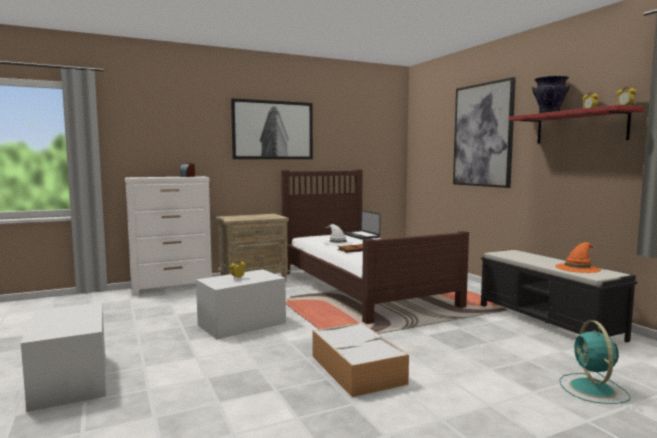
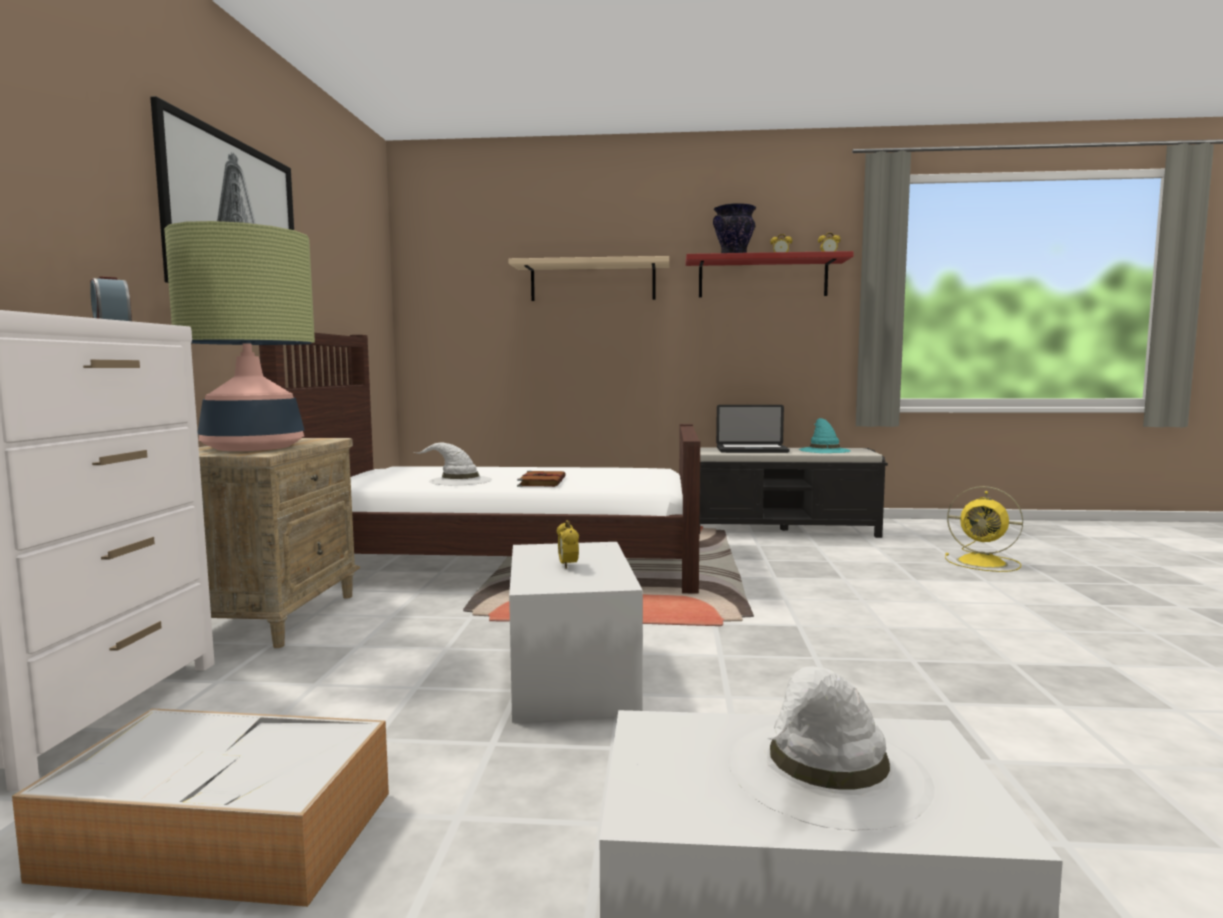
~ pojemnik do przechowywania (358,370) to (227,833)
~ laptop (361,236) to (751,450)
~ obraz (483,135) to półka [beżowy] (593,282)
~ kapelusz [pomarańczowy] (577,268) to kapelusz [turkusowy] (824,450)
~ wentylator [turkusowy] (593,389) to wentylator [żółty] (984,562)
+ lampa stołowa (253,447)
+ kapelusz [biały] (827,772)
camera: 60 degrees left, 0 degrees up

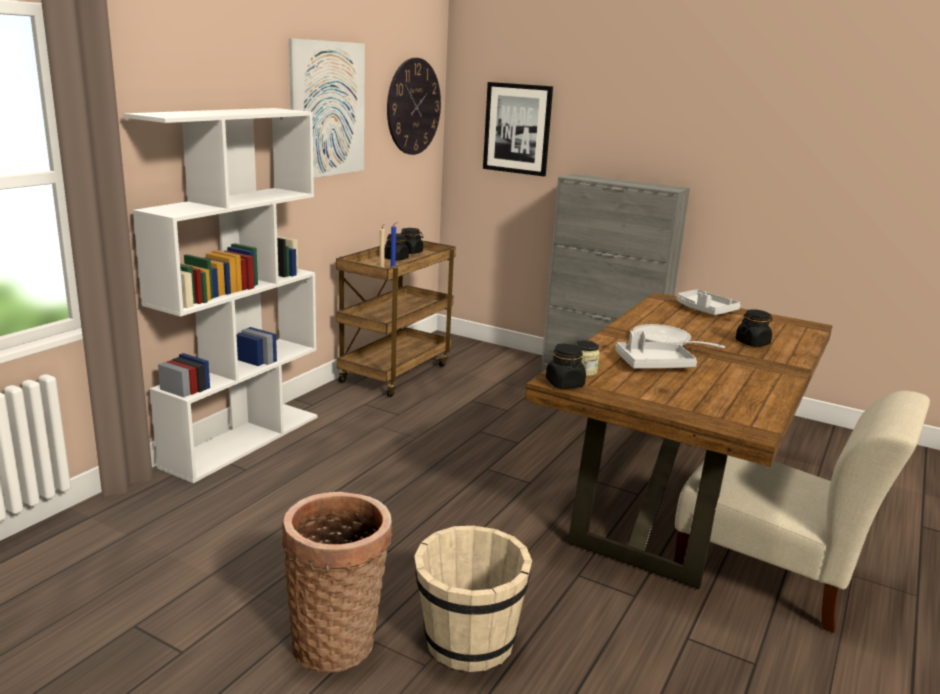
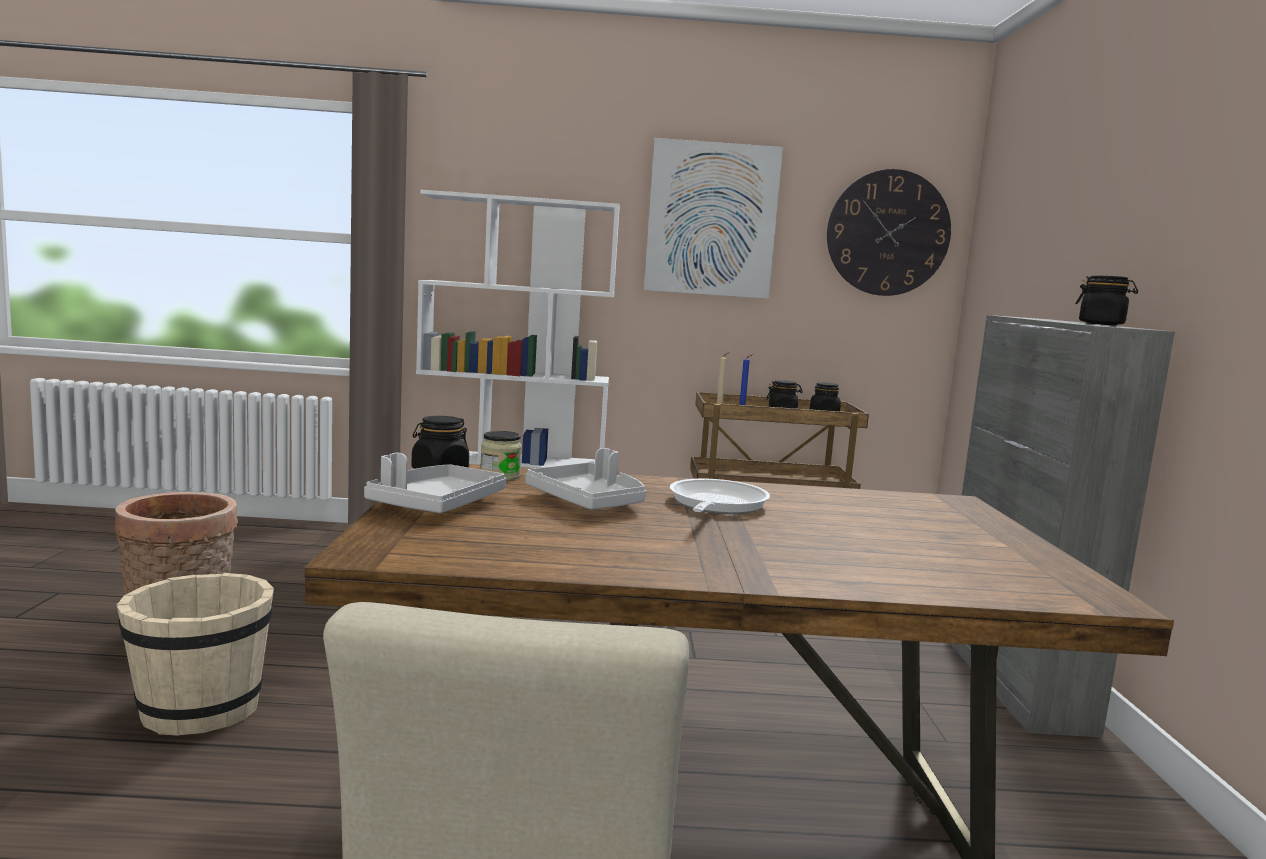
- obraz (517,128)
~ taca [szary] (704,310) to (436,505)
~ słoik [czarny] (752,343) to (1102,324)
camera: 60 degrees right, 10 degrees down

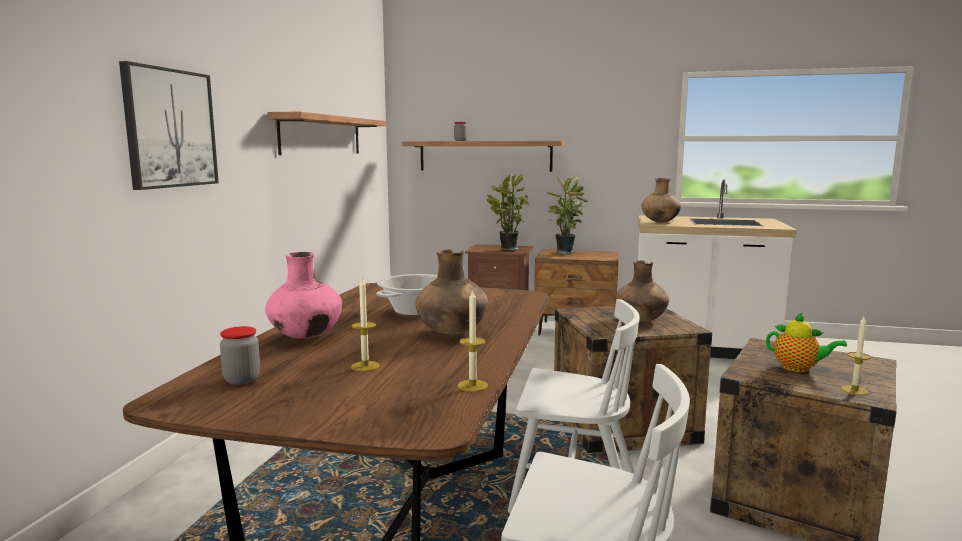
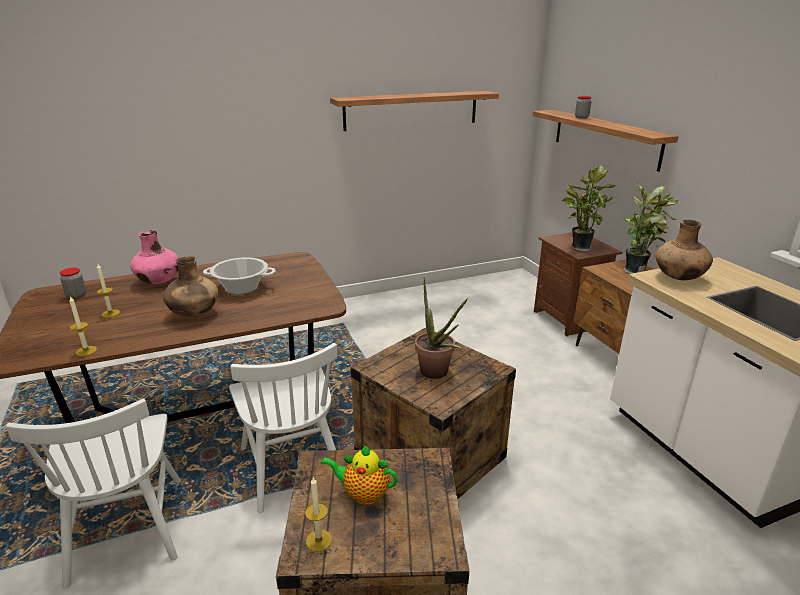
- obraz (170,128)
~ wazon [brązowy] (641,320) to roślina doniczkowa (437,374)
~ imbryk (798,368) = (363,494) 105 degrees clockwise
camera: 55 degrees right, 15 degrees up

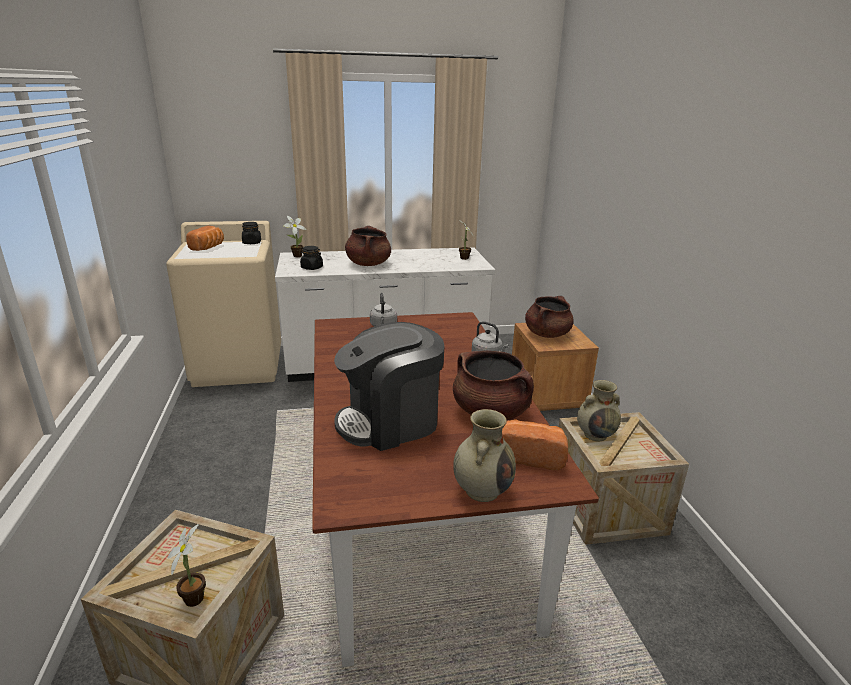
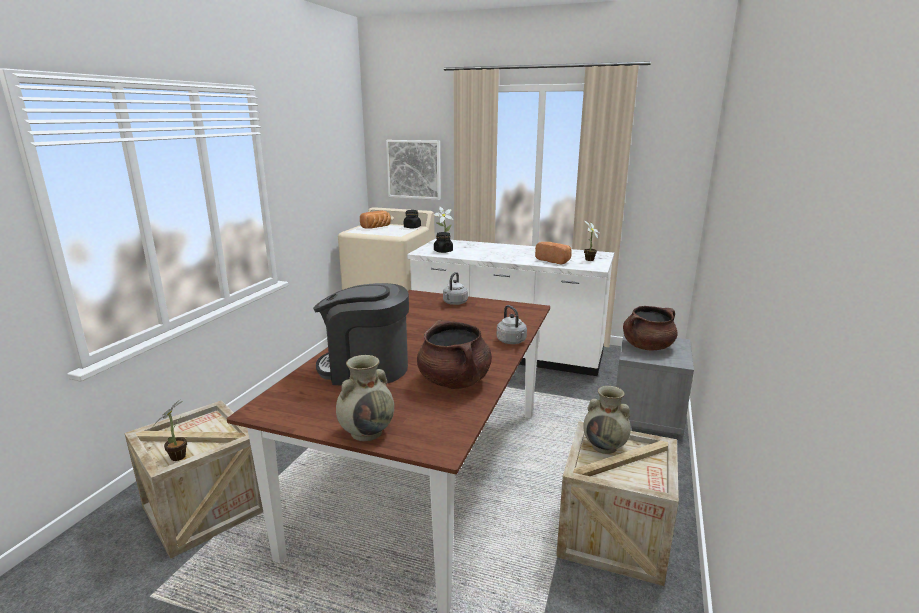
- garnek [brązowy] (368,264)
~ chleb (530,456) to (554,260)
~ szafka nocna [brązowy] (547,395) to szafka nocna [szary] (647,414)
+ obraz (414,169)
camera: 30 degrees right, 5 degrees down

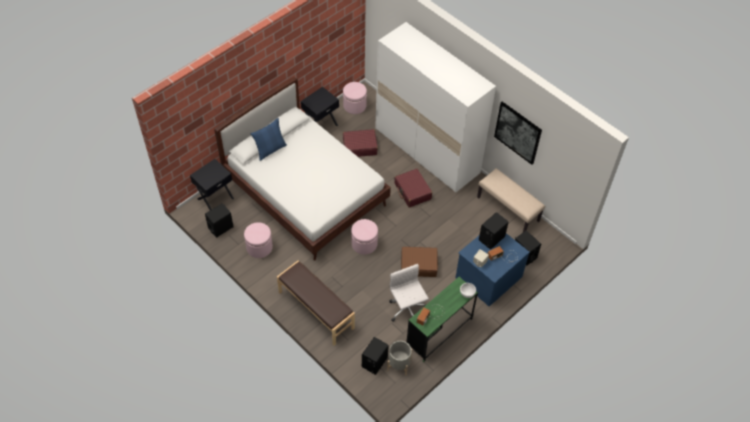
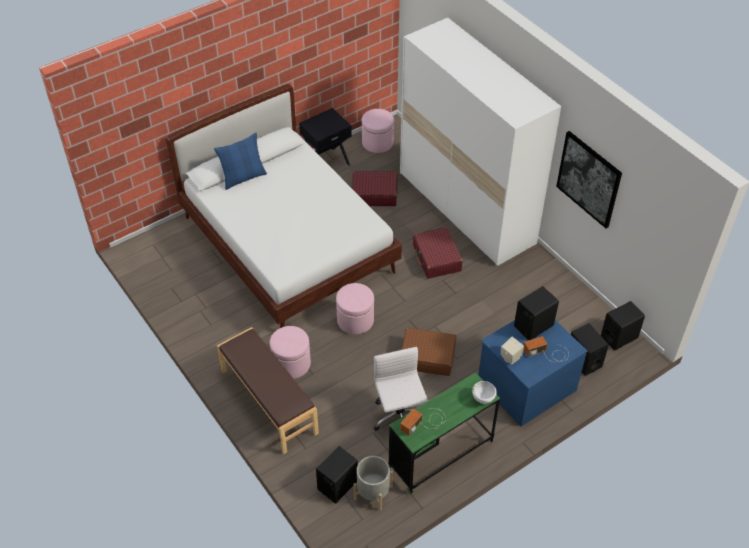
- szafka nocna [czarny] (215,198)
~ głośnik [czarny] (221,227) to (619,337)
~ pufa [różowy] (259,247) to (291,364)
- ławka [beżowy] (508,209)
camera: 10 degrees right, 5 degrees down

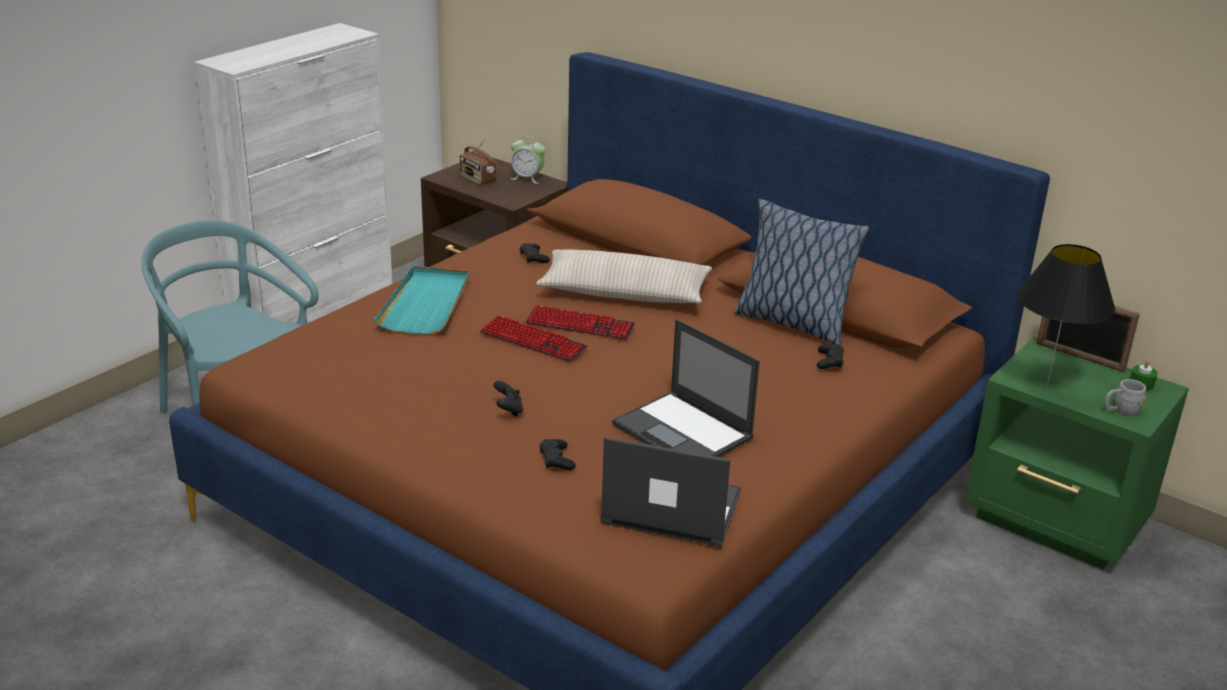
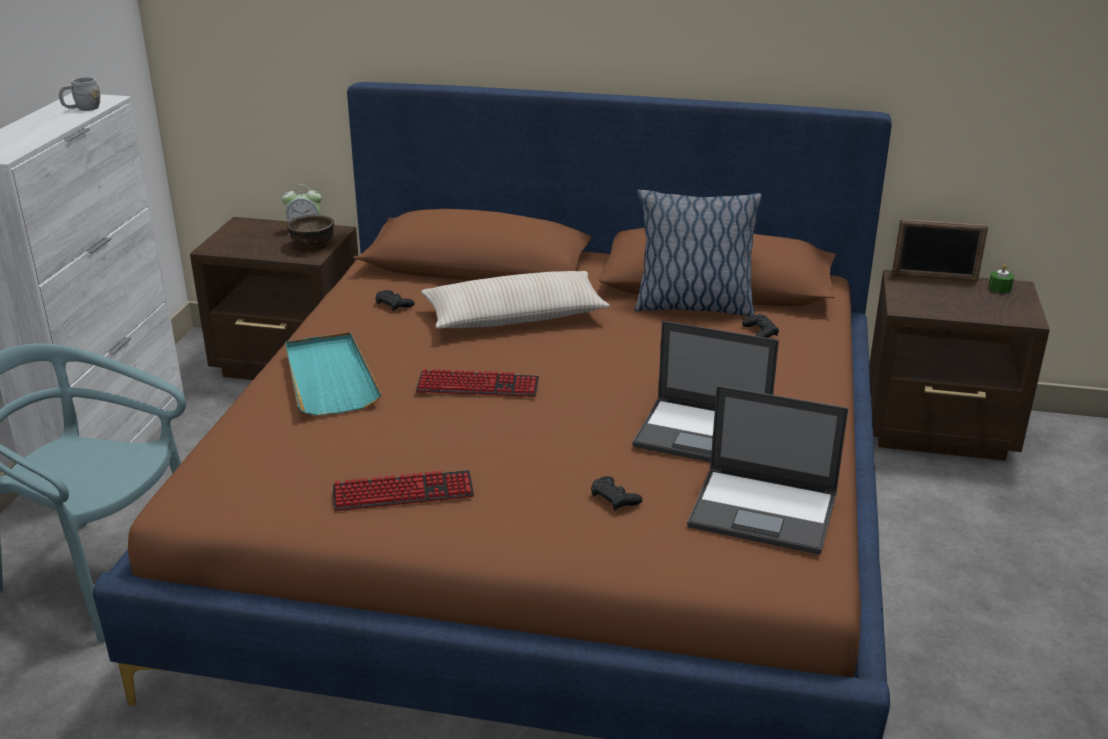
- radio (477,179)
- pad do gier [czarny] (508,410)
~ klawiatura (580,325) to (403,493)
~ laptop (669,507) = (765,510) 150 degrees counterclockwise
~ szafka nocna [zielony] (1057,522) to szafka nocna [brązowy] (940,432)
- lampa stołowa [czarny] (1047,386)
~ kubek [szary] (1121,411) to (82,109)
+ miska [brązowy] (313,245)
camera: 25 degrees left, 0 degrees up

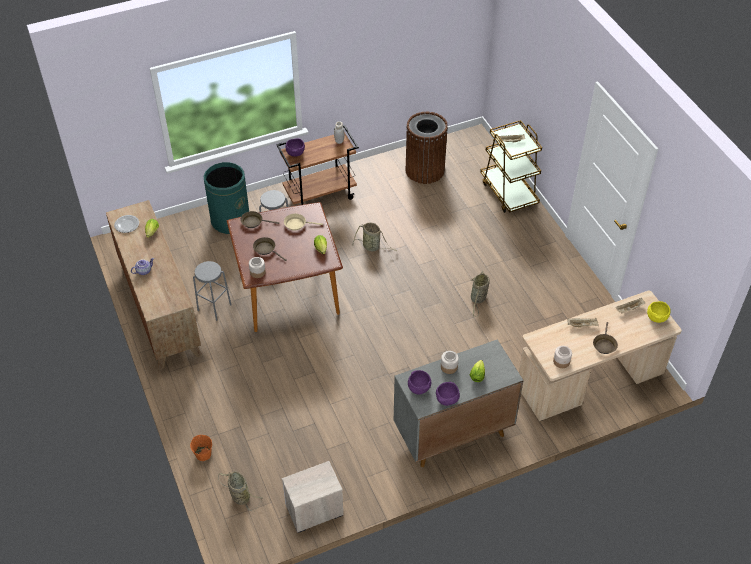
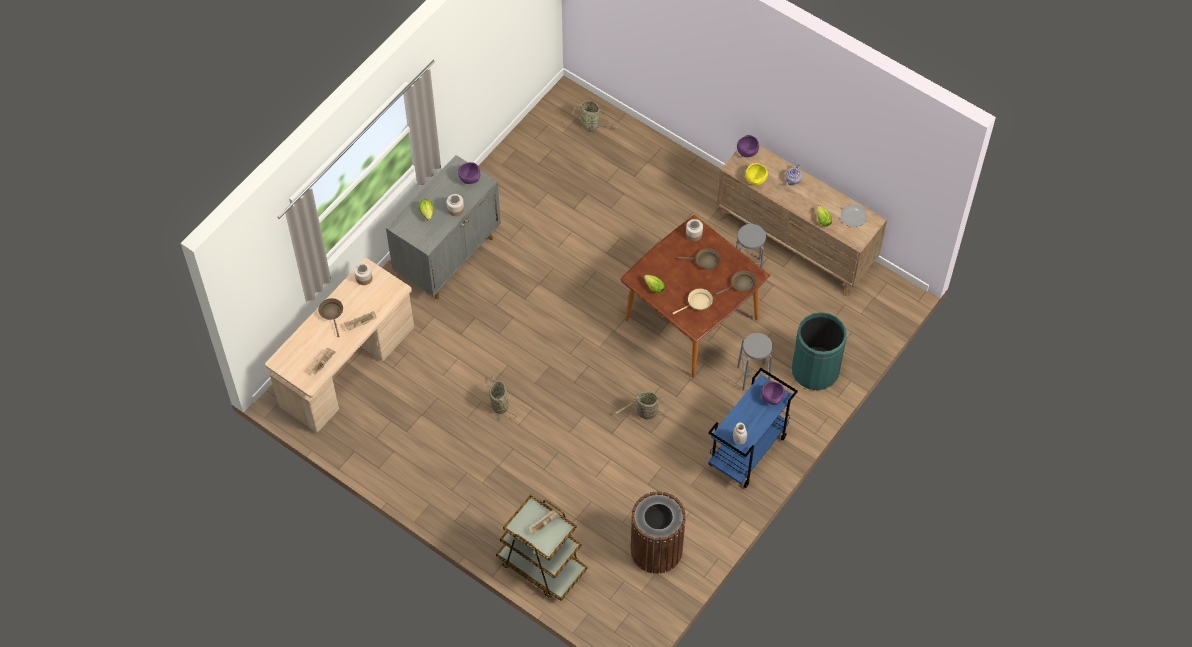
- wiadro [pomarańczowy] (203,454)
~ wózek [brązowy] (320,195) to wózek [niebieski] (747,452)
- szafka nocna (313,510)
~ miska [fioletowy] (447,400) to (747,151)
~ miska [żółty] (656,317) to (756,180)
camera: 150 degrees right, 10 degrees up

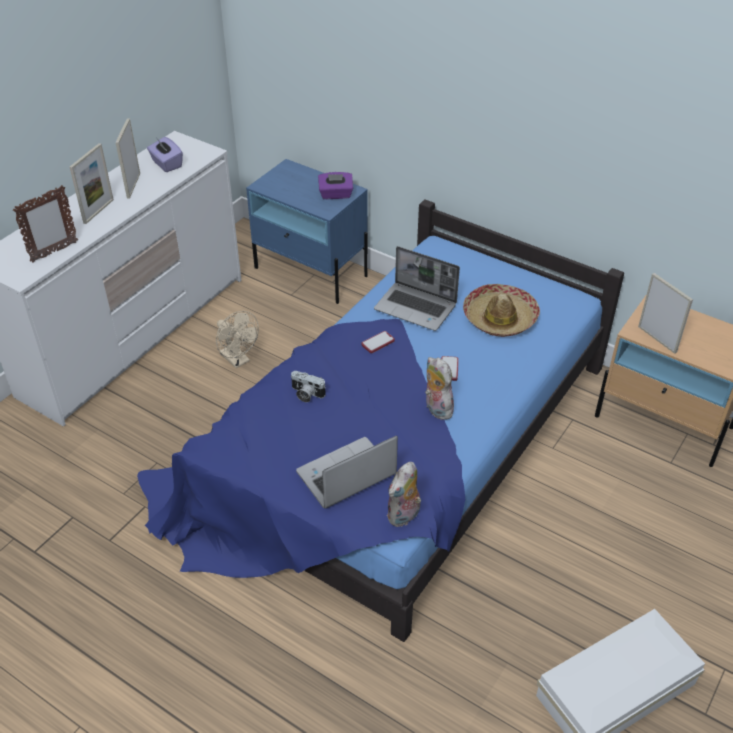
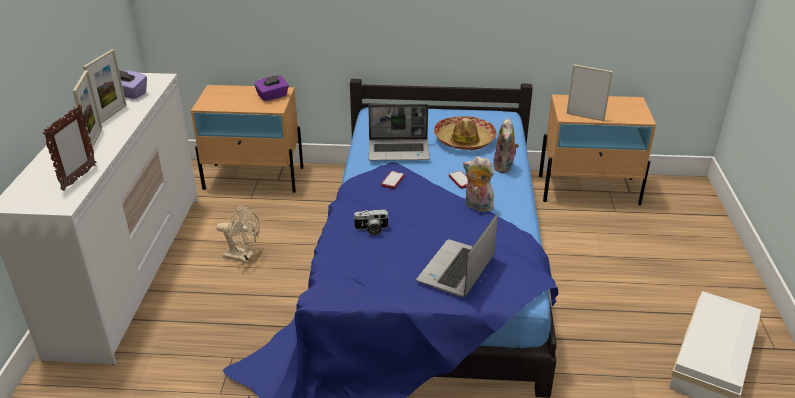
~ ramka na zdjęcie (133,185) = (112,114) 135 degrees counterclockwise
~ szafka nocna [niebieski] (311,272) to szafka nocna [beżowy] (254,178)
~ pluszak (404,516) to (504,167)
camera: 30 degrees left, 10 degrees down

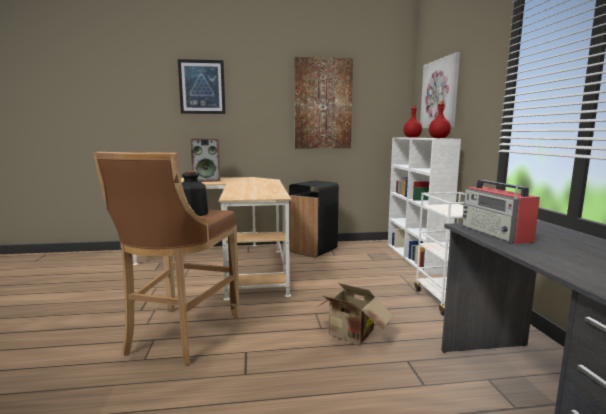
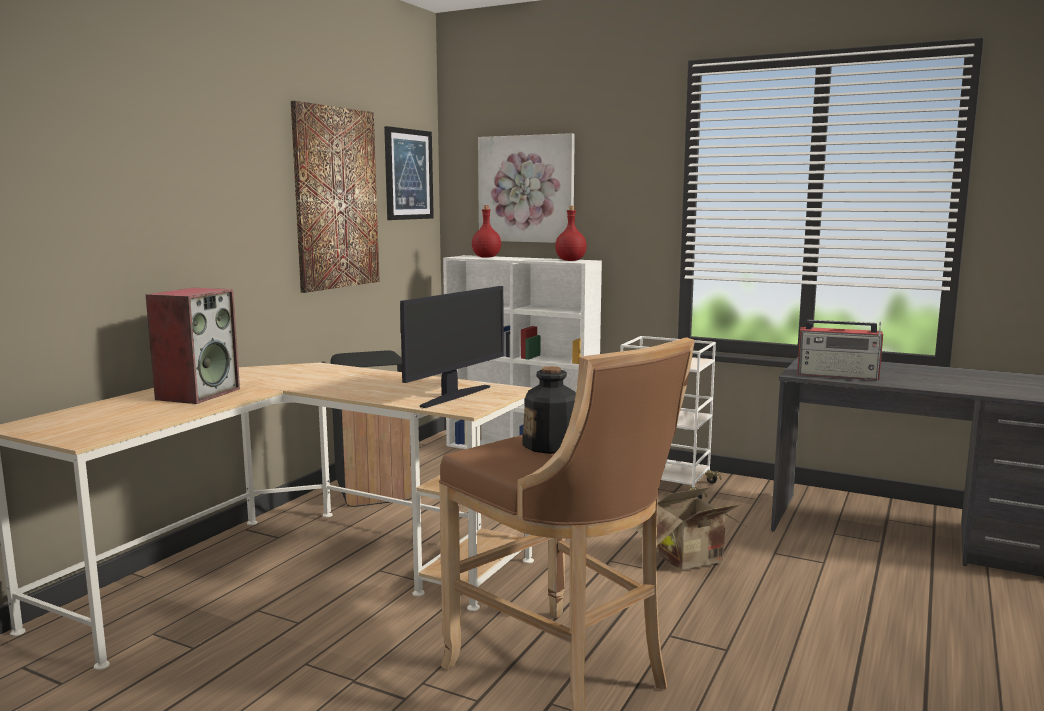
~ obraz (202,87) to (408,174)
+ monitor (453,396)
camera: 55 degrees left, 0 degrees up

